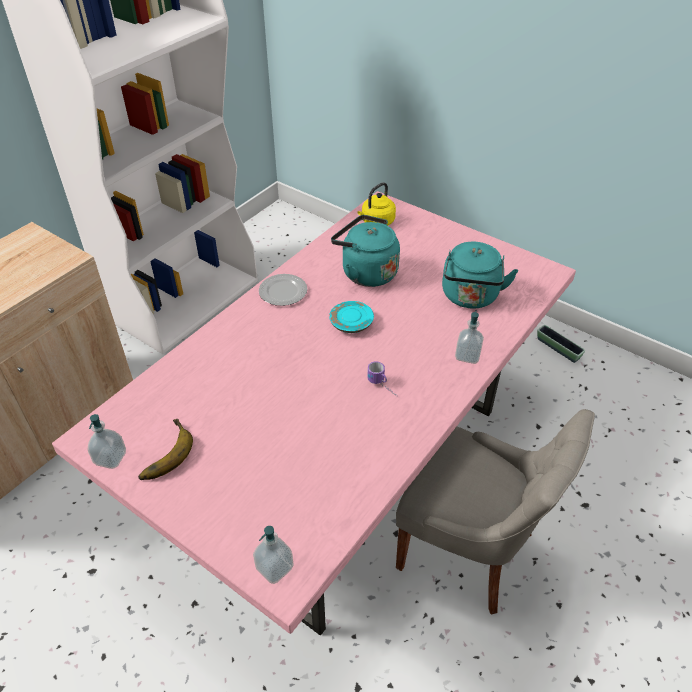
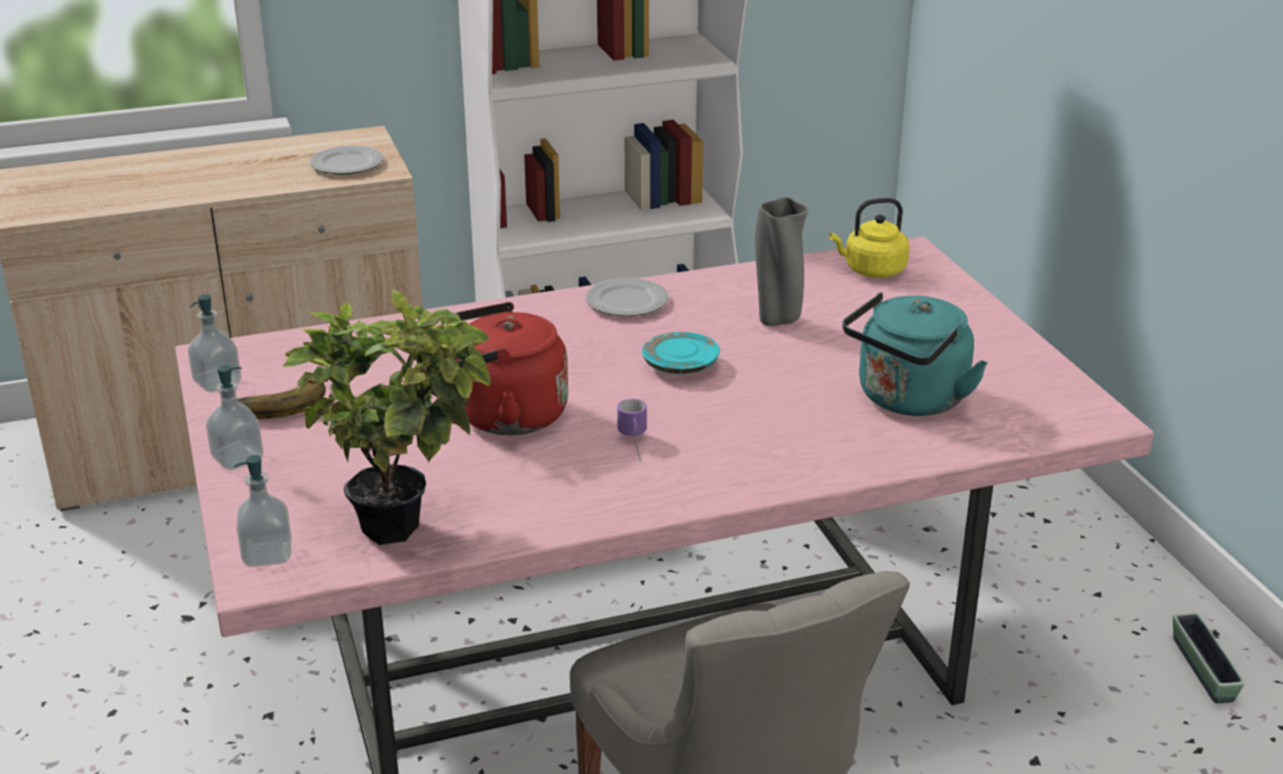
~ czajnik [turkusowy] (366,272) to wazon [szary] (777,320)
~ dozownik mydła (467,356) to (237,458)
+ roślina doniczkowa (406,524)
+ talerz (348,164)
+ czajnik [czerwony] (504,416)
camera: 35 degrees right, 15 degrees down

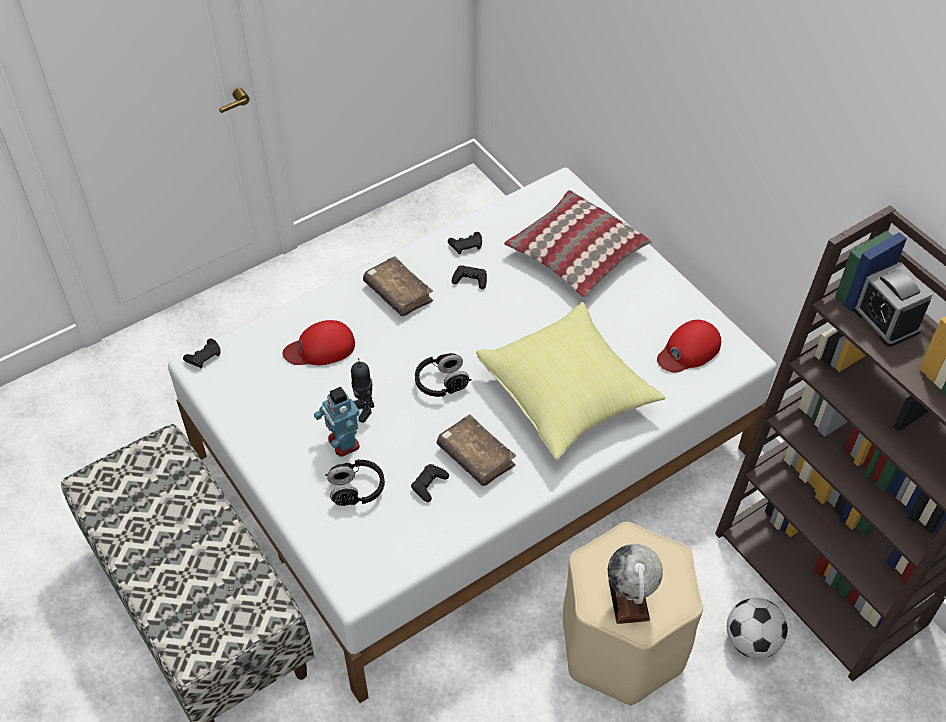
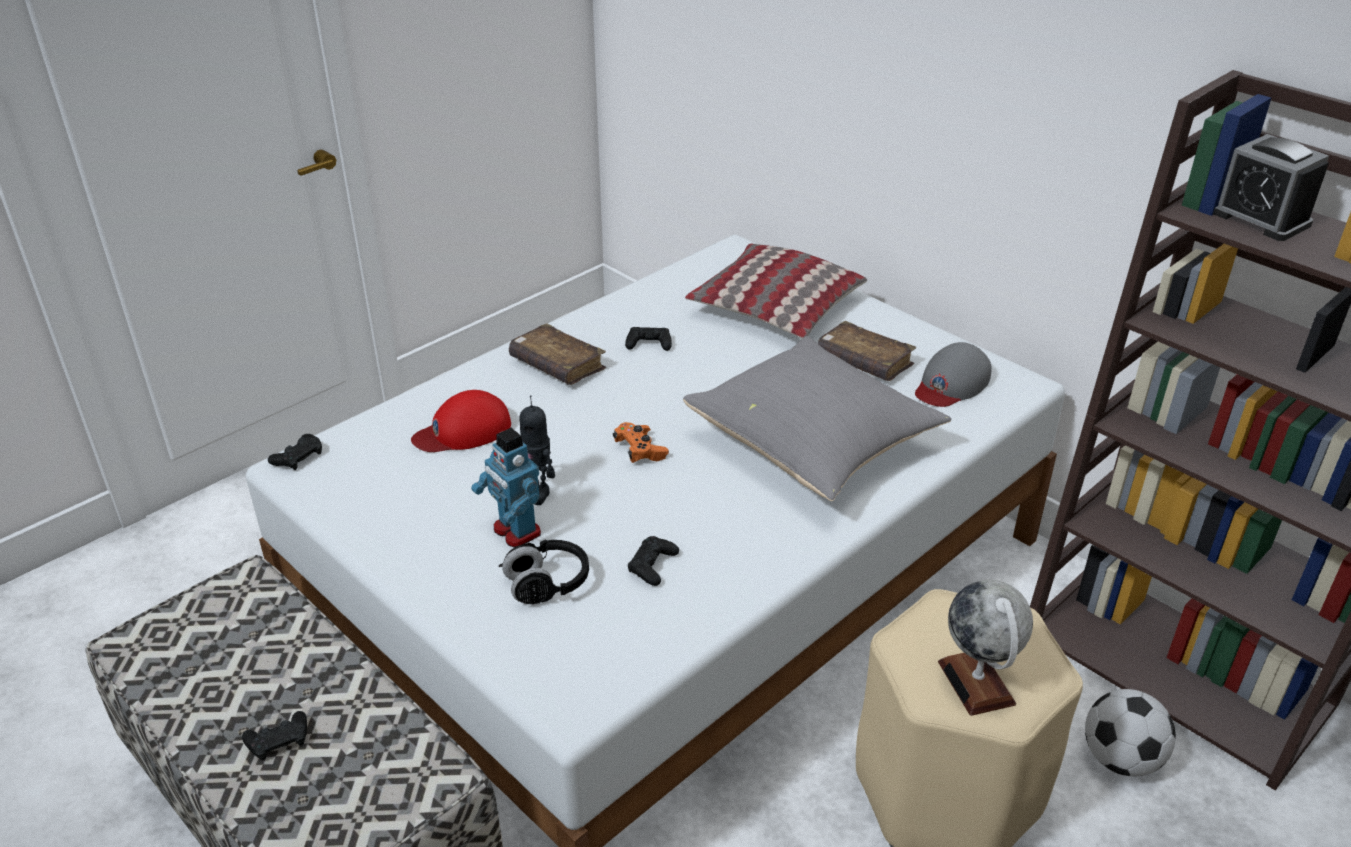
~ słuchawki [czarny] (441,383) to pad do gier [pomarańczowy] (640,450)
~ książka [brązowy] (475,456) to (864,362)
~ pad do gier [czarny] (466,245) to (278,740)
~ poduszka [żółty] (568,396) to poduszka [szary] (814,445)
~ czapka z daszkiem [czerwony] (688,350) to czapka z daszkiem [szary] (951,383)
camera: 10 degrees left, 15 degrees down

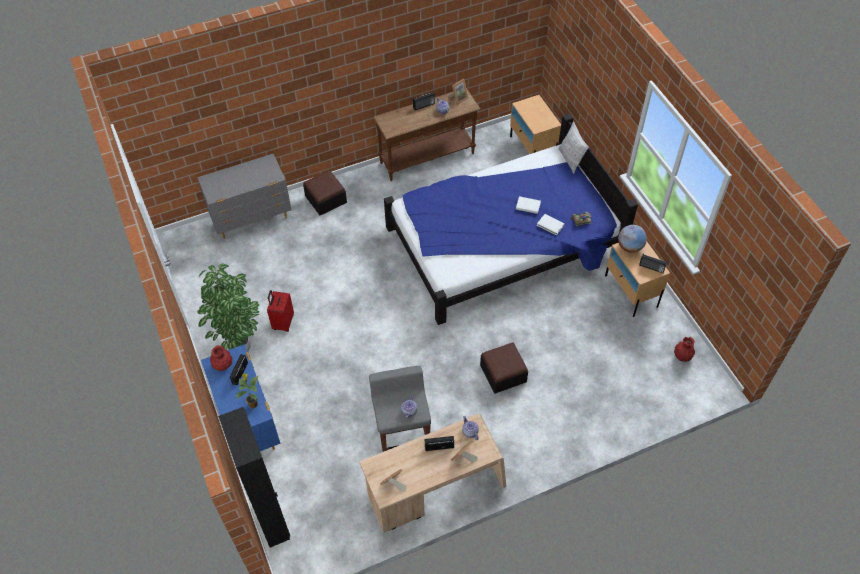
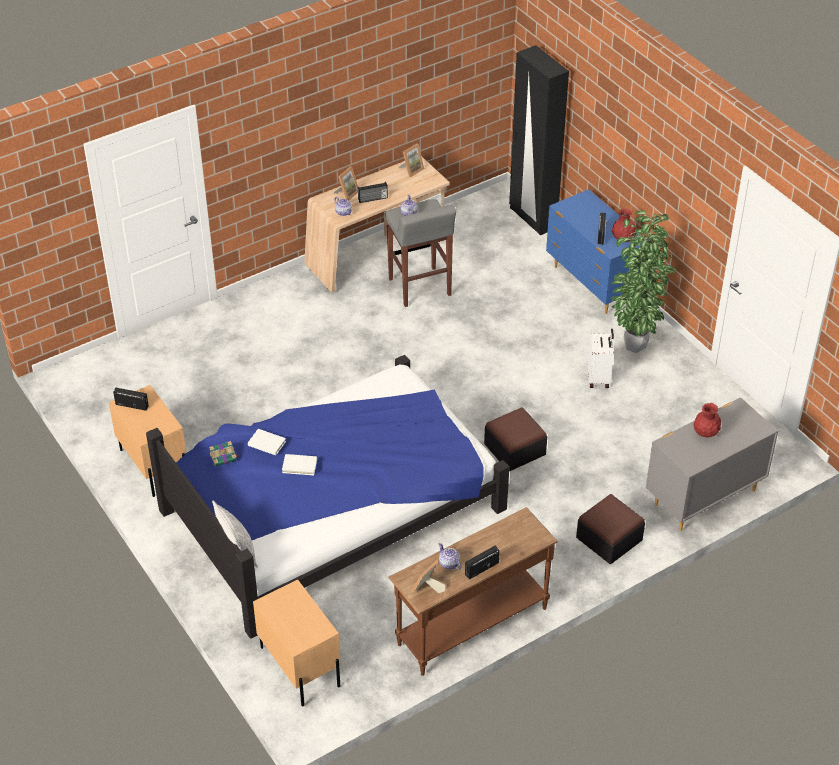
- roślina doniczkowa (253,403)
~ walizka [czerwony] (283,322) to walizka [biały] (599,378)
~ pufa (503,373) to (515,449)
- globus (630,247)
~ wazon [czerwony] (682,356) to (705,433)
camera: 170 degrees right, 10 degrees down

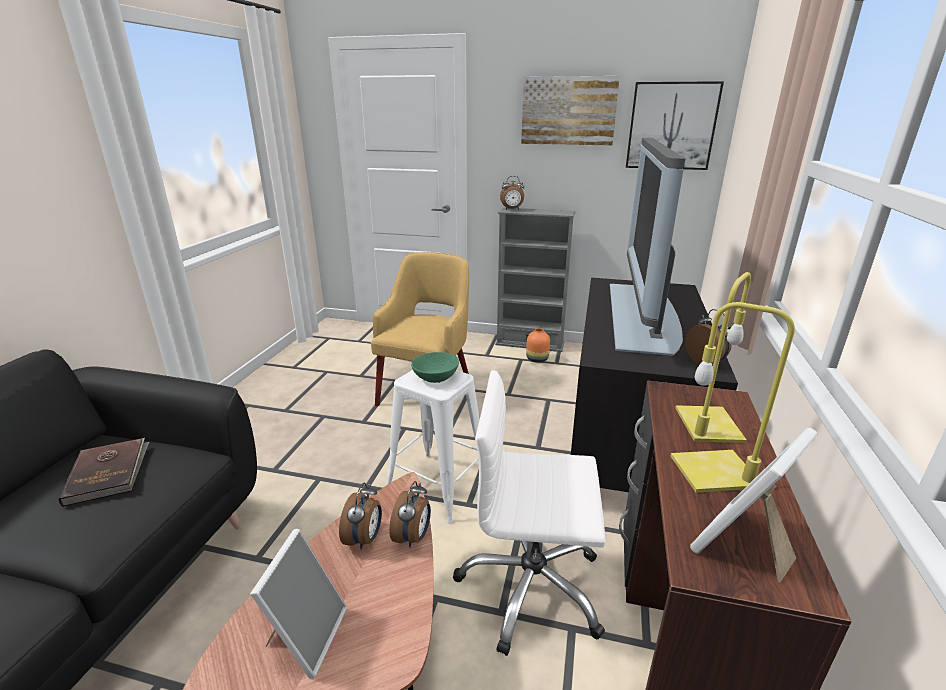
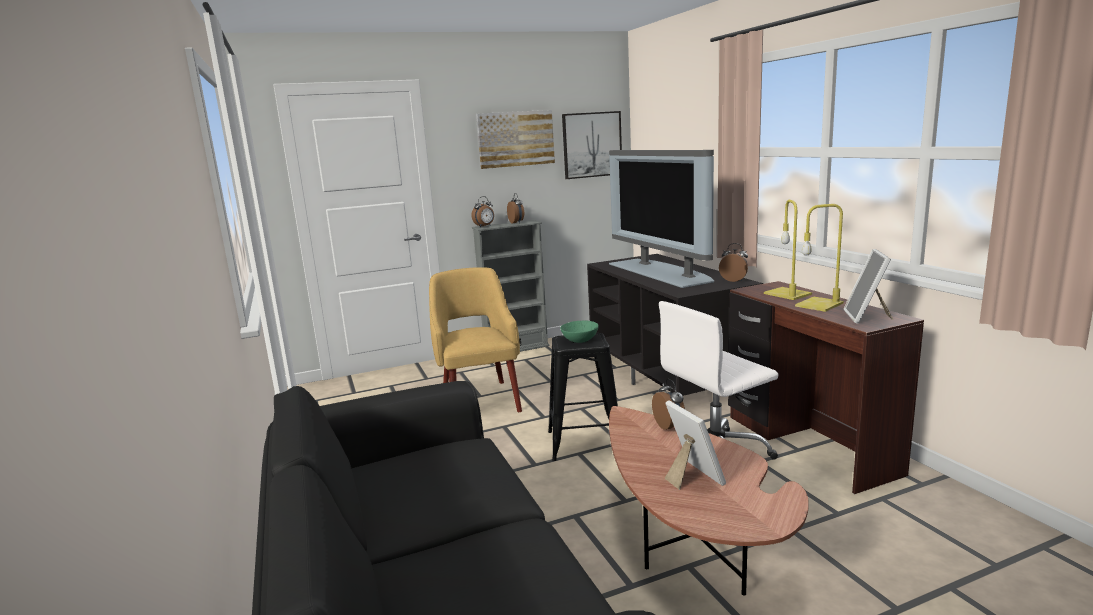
- książka [brązowy] (109,473)
~ budzik (364,539) to (517,222)
~ stołek [biały] (437,485) to stołek [czarny] (584,443)
- wazon [pomarańczowy] (537,359)
camera: 35 degrees left, 10 degrees down

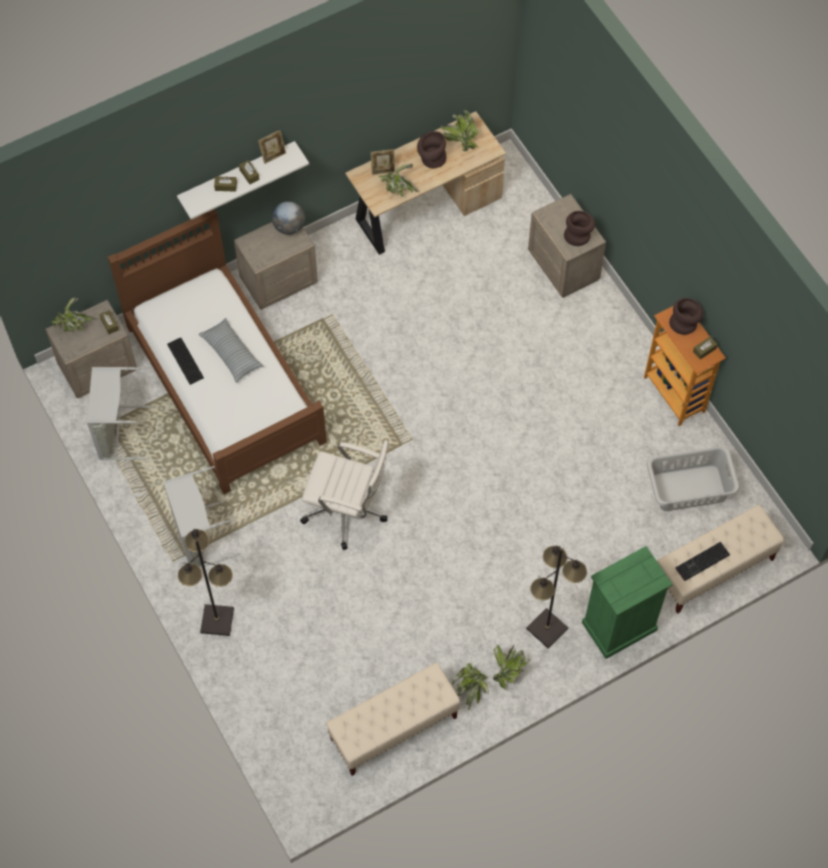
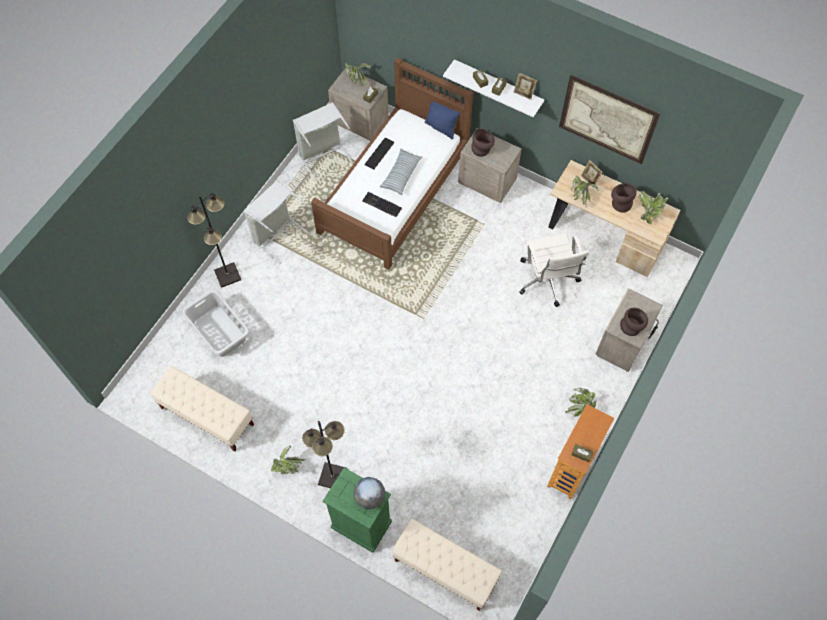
~ globus (289,227) to (369,497)
~ krzesło biurowe [biały] (347,510) to (547,281)
~ roślina doniczkowa (471,689) to (580,408)
~ kosz na pranie [szary] (688,488) to (220,330)
~ wazon [brązowy] (684,323) to (482,149)
~ klawiatura (702,563) to (381,205)
+ poduszka [niebieski] (441,127)
+ obraz (607,119)
camera: 60 degrees right, 0 degrees up

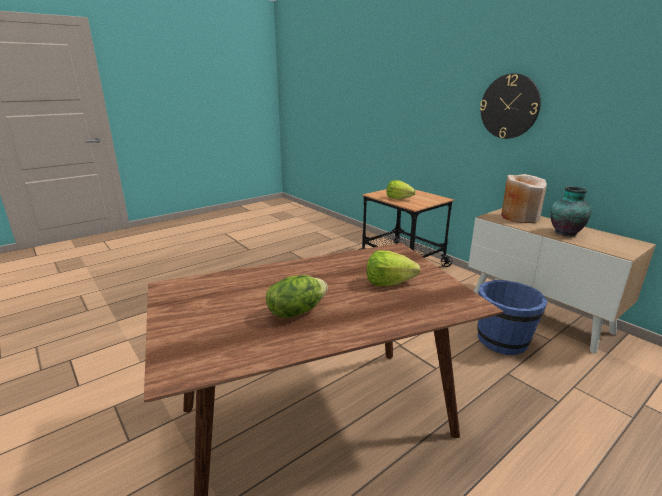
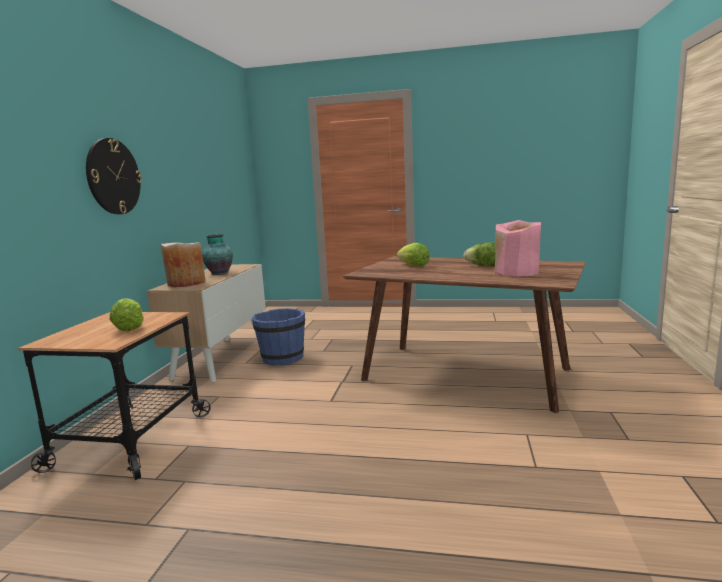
+ wazon [różowy] (516,272)
camera: 130 degrees left, 10 degrees down

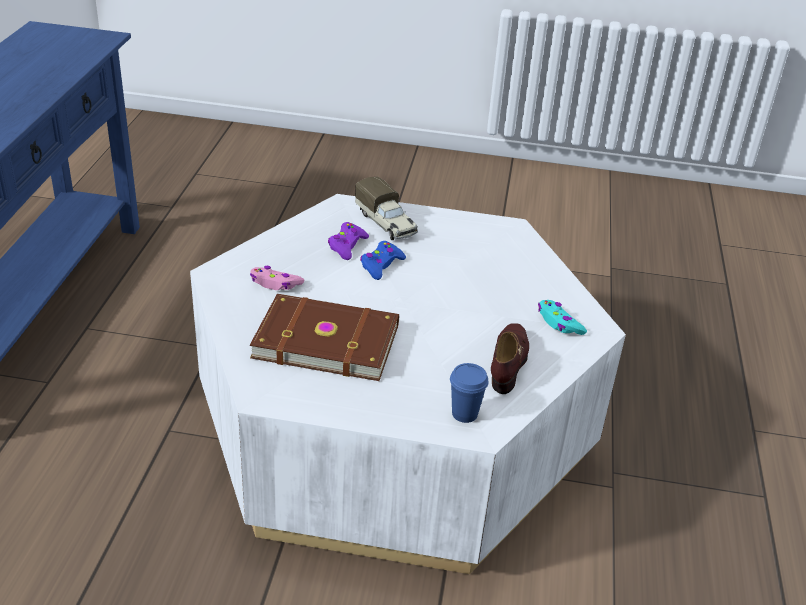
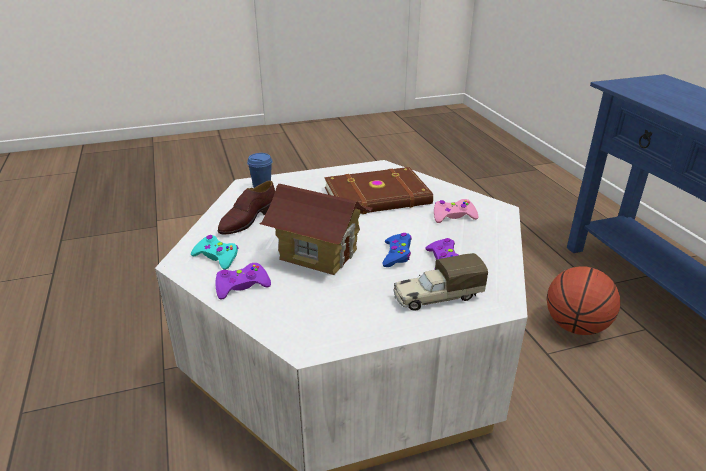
~ ciężarówka zabawkowa (386,224) = (436,297) 45 degrees counterclockwise
~ but [brązowy] (508,362) = (247,220) 45 degrees clockwise
+ pad do gier [fioletowy] (242,286)
+ domek (319,254)
+ piłka do koszykówki (575,326)
camera: 155 degrees right, 5 degrees down

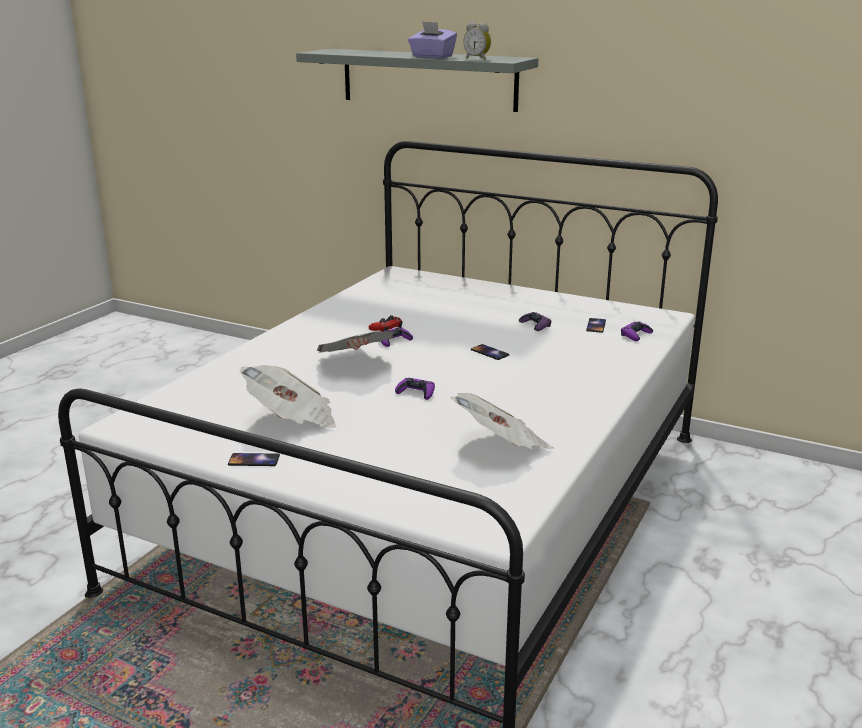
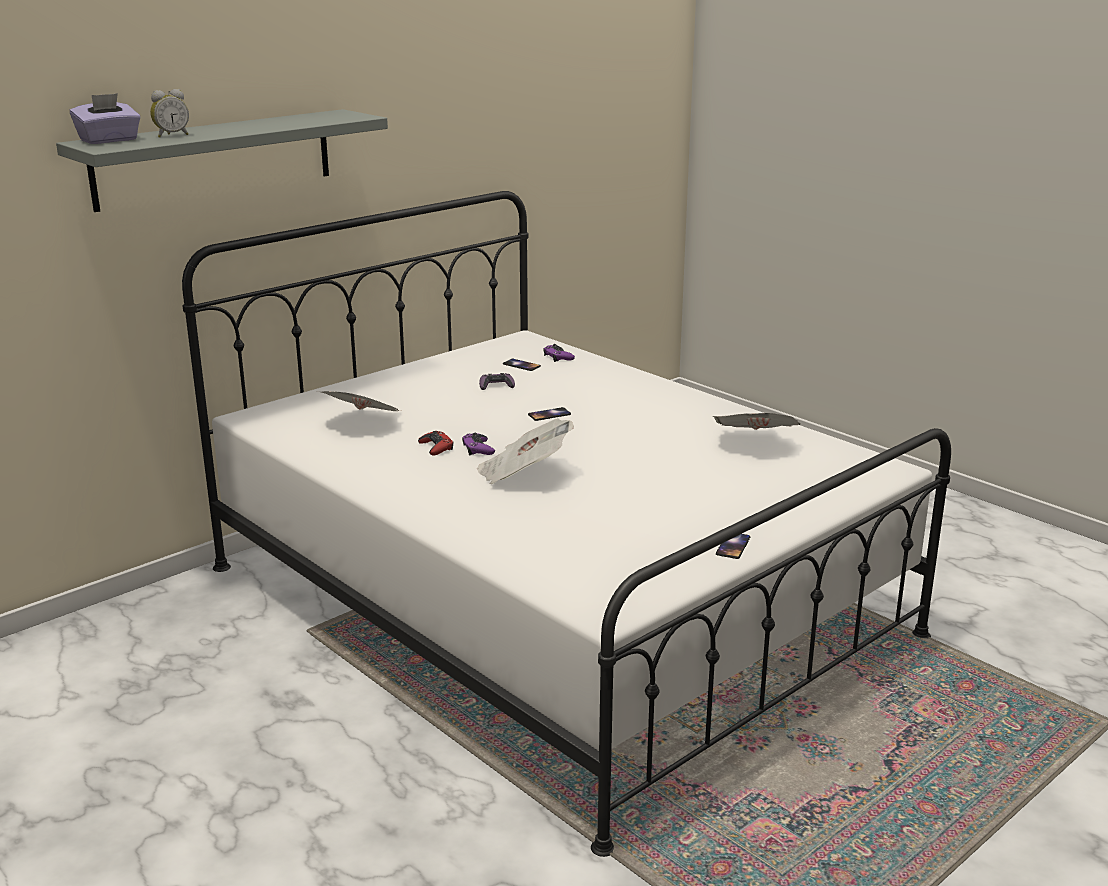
~ gazeta (292,419) to (364,423)
- pad do gier [fioletowy] (416,393)
~ pudełko chusteczek [fioletowy] (432,57) to (109,140)
~ budzik (477,59) to (171,135)
camera: 70 degrees left, 0 degrees up

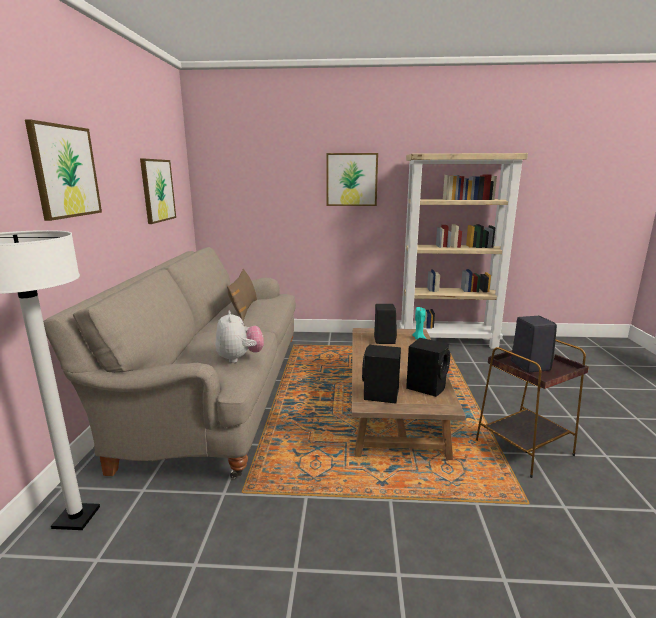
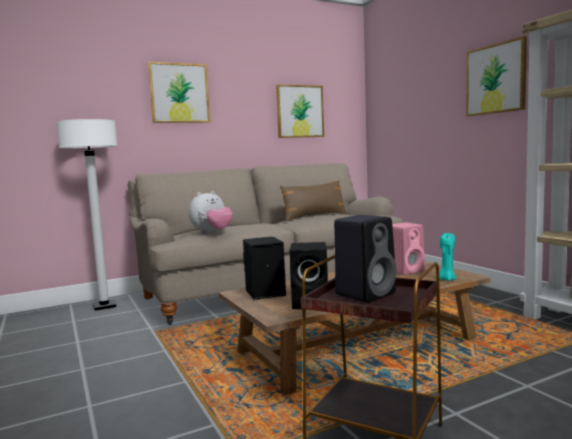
~ głośnik [czarny] (384,340) to głośnik [różowy] (406,271)
camera: 60 degrees right, 10 degrees down

